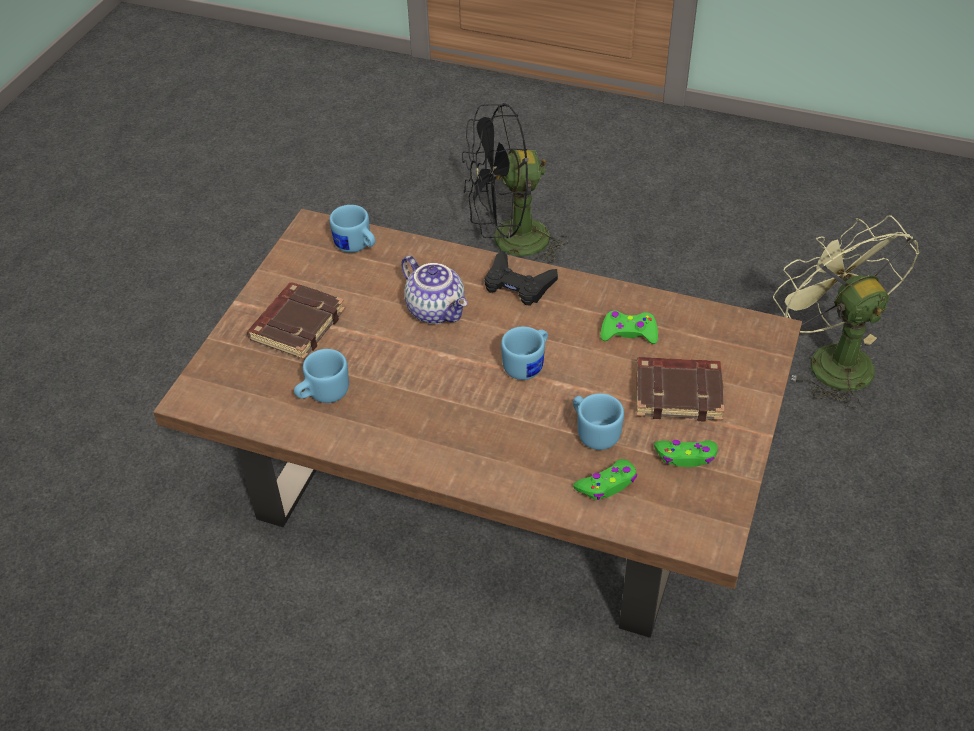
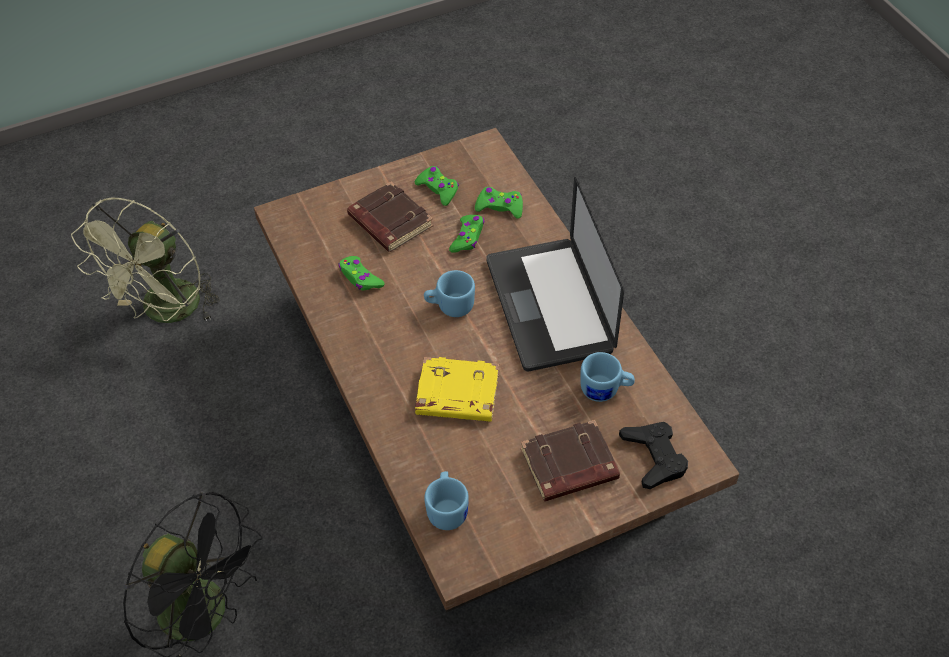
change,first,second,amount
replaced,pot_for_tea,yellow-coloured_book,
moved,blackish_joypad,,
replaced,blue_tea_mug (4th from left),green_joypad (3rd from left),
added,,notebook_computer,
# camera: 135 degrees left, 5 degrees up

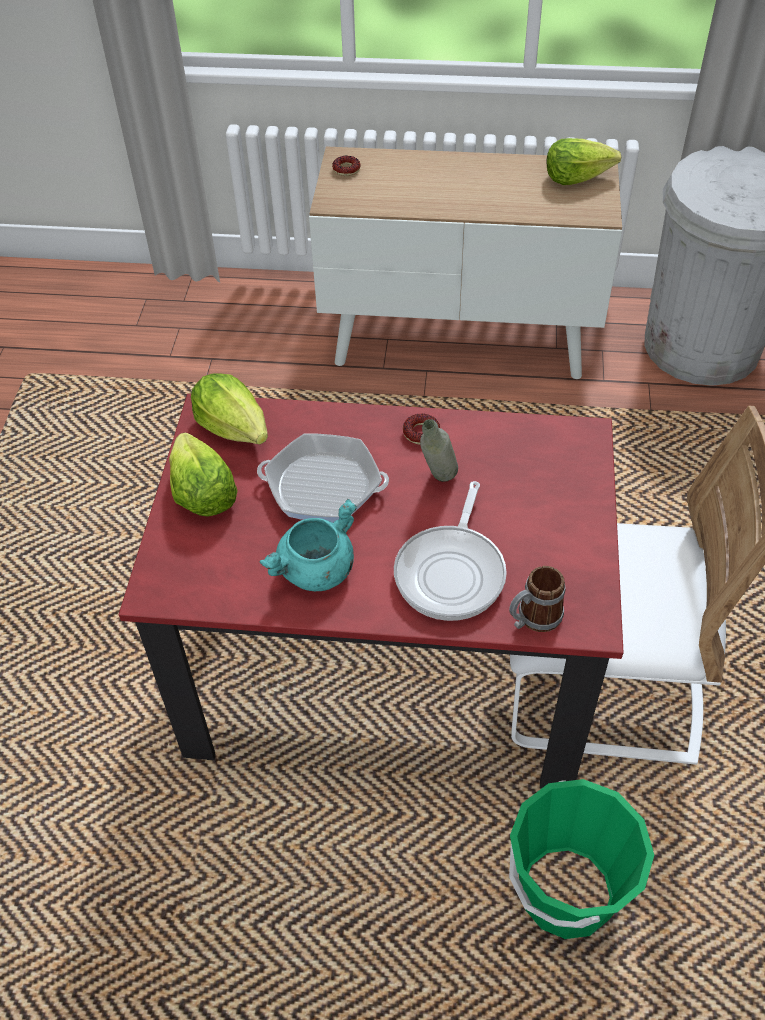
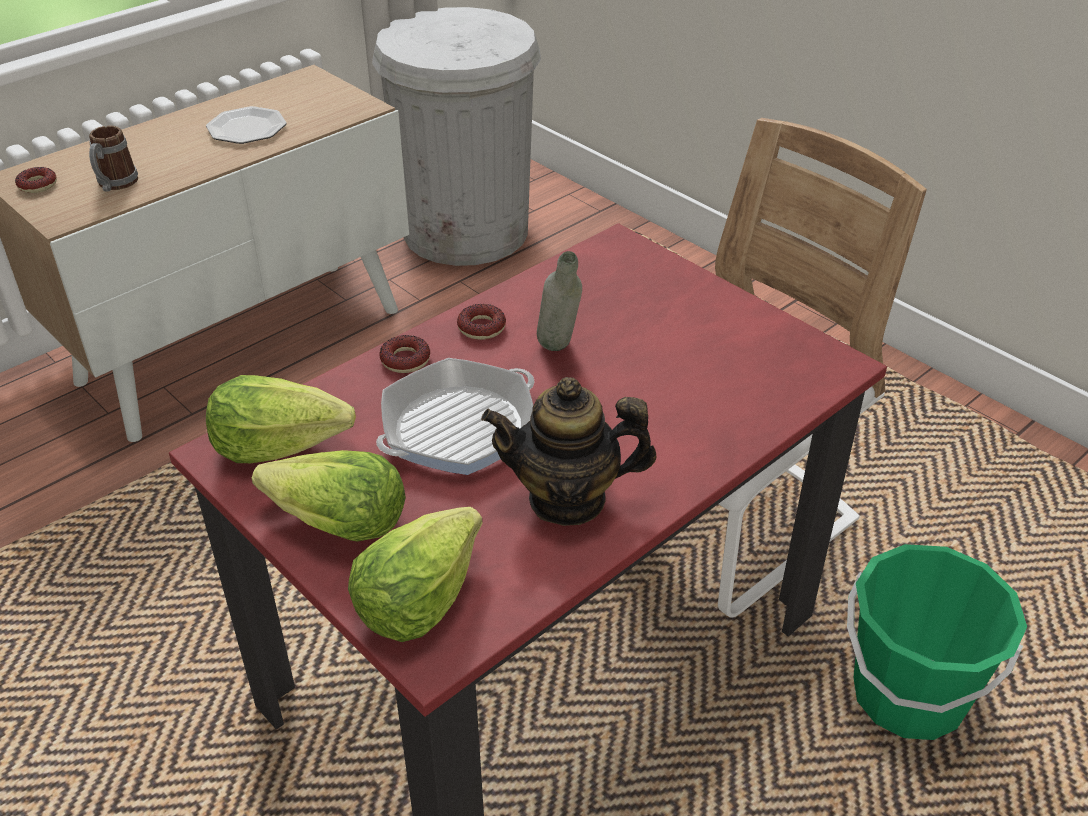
change,first,second,amount
replaced,turquoise-coloured_cooking_pot,pot_for_tea,
removed,frying_pan (2nd from left),,
moved,tea_mug,,
moved,lettuce (3rd from left),,
added,,flat_dish,
added,,ring_doughnut (2nd from left),
# camera: 50 degrees left, 10 degrees down

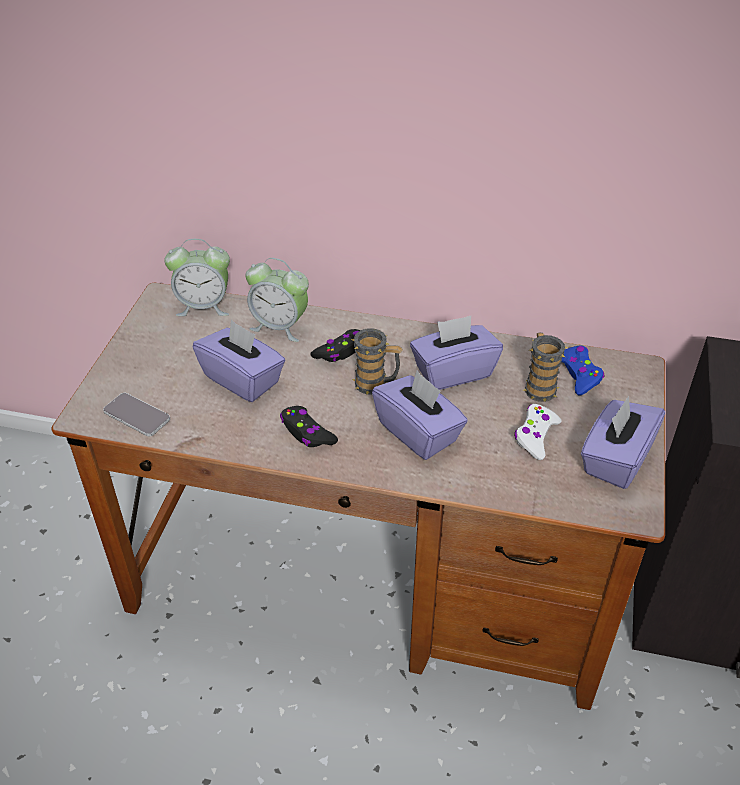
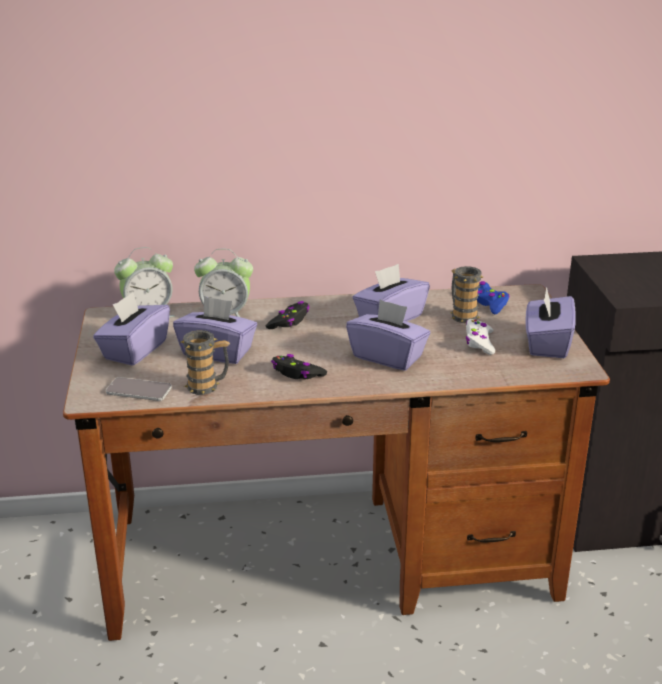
change,first,second,amount
moved,tea_mug (1st from left),,
added,,purple-coloured_tissue_holder (1st from left),
# camera: 20 degrees left, 15 degrees down

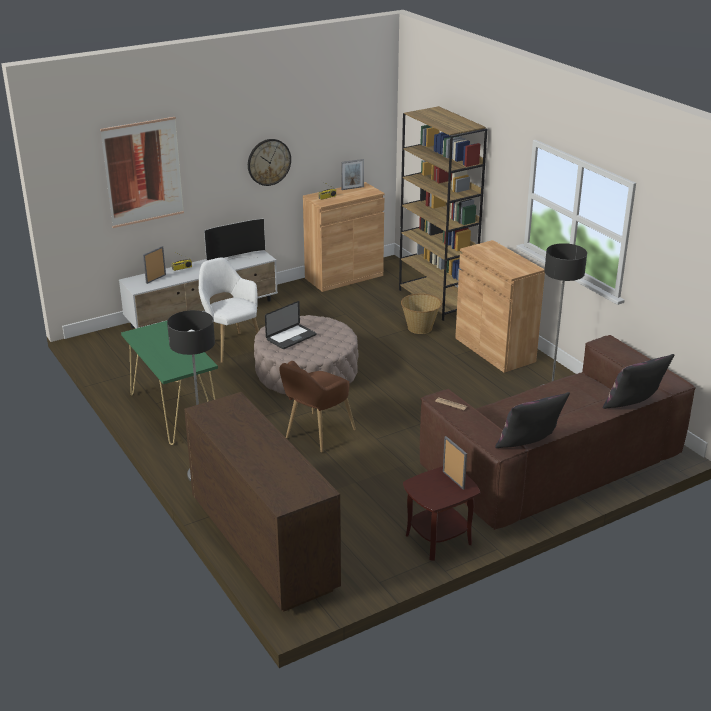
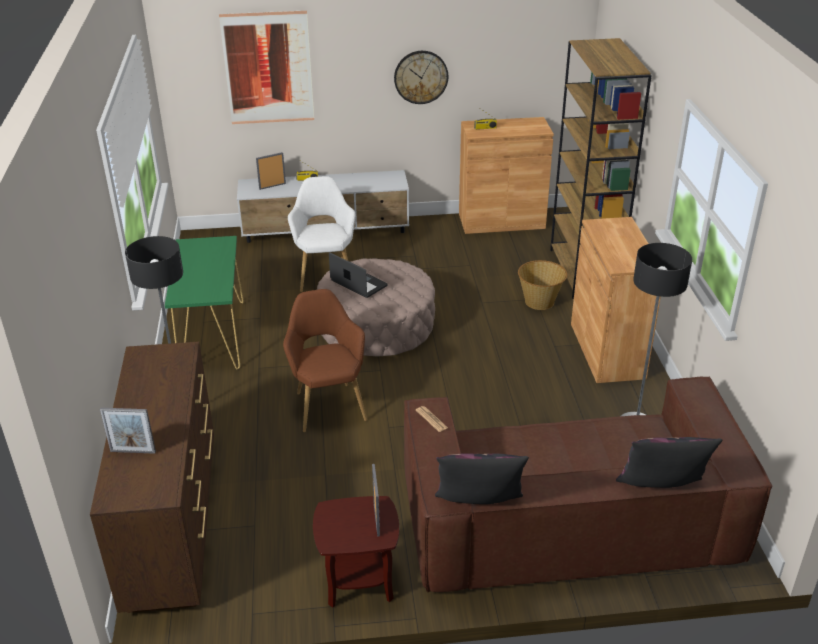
change,first,second,amount
removed,television,,
turned,notebook_computer,,120 degrees counterclockwise
turned,brownish_lounge_chair,,105 degrees clockwise
moved,picture_frame (2nd from left in the first image),picture_frame (1st from left),
# camera: 25 degrees right, 5 degrees up

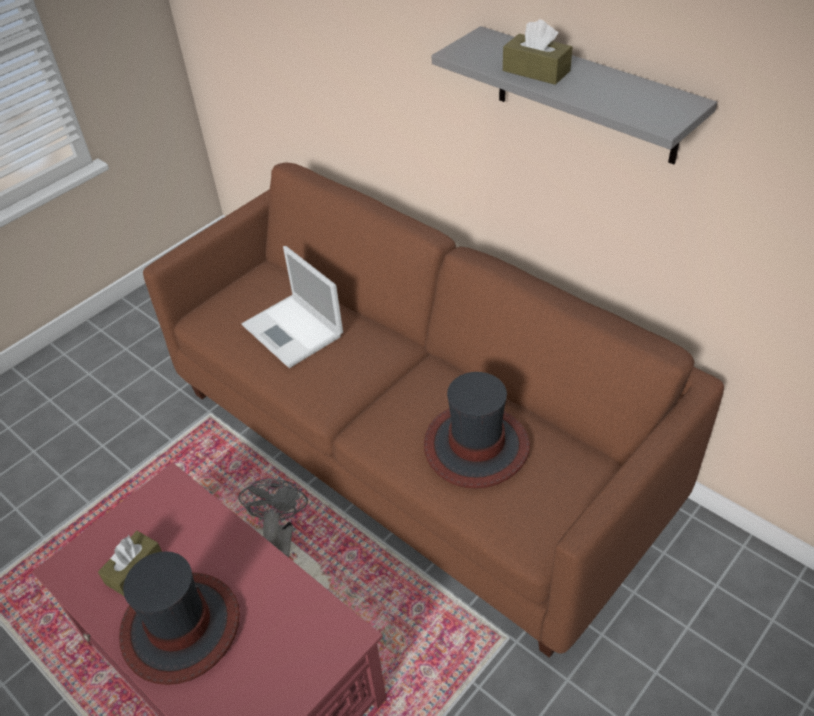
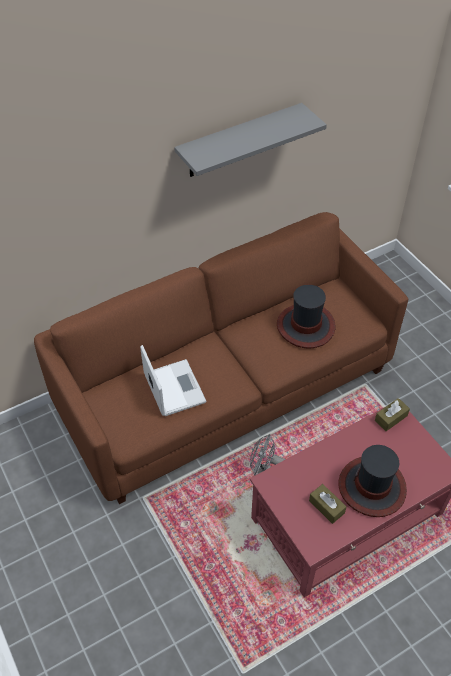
change,first,second,amount
turned,notebook_computer,,90 degrees counterclockwise
moved,brownish_tissue_holder (2nd from left),,
# camera: 75 degrees left, 5 degrees up

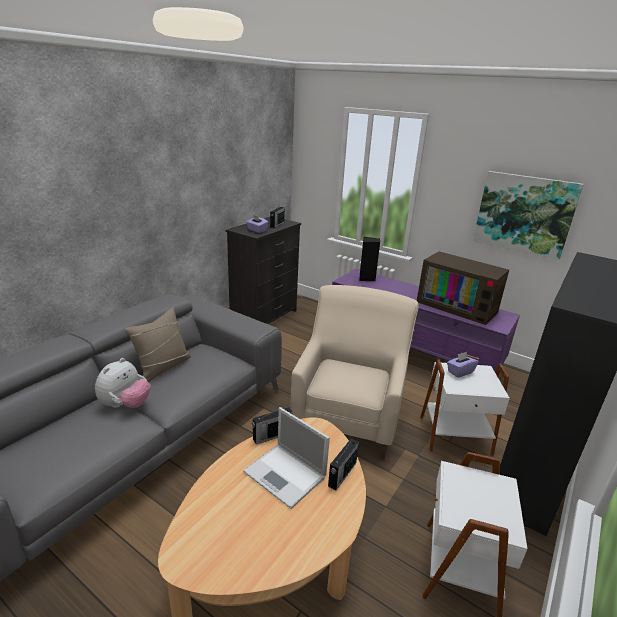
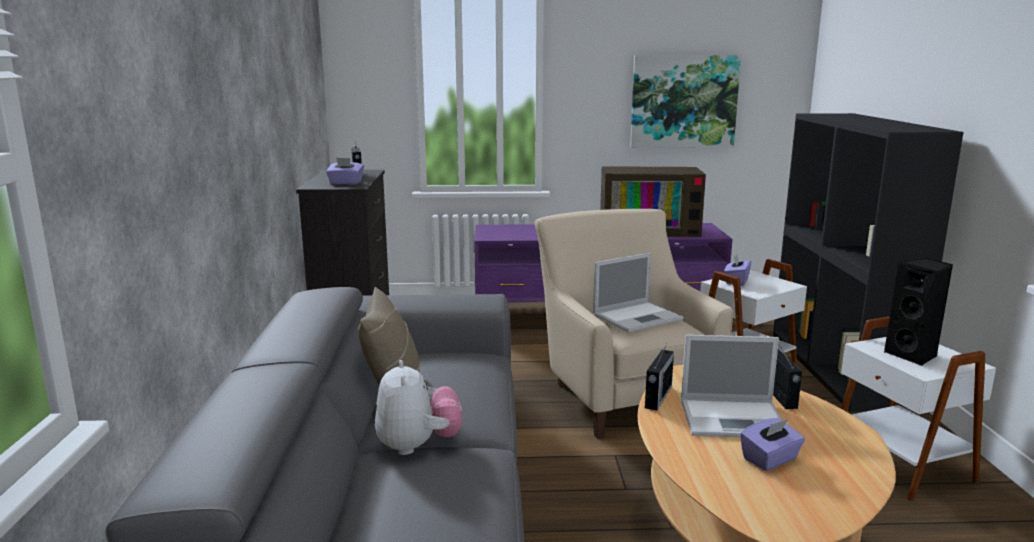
change,first,second,amount
moved,blackish_audio_speaker,,
added,,notebook_computer (1st from left),
added,,purple-coloured_tissue_holder (3rd from left),
# camera: 35 degrees left, 10 degrees down

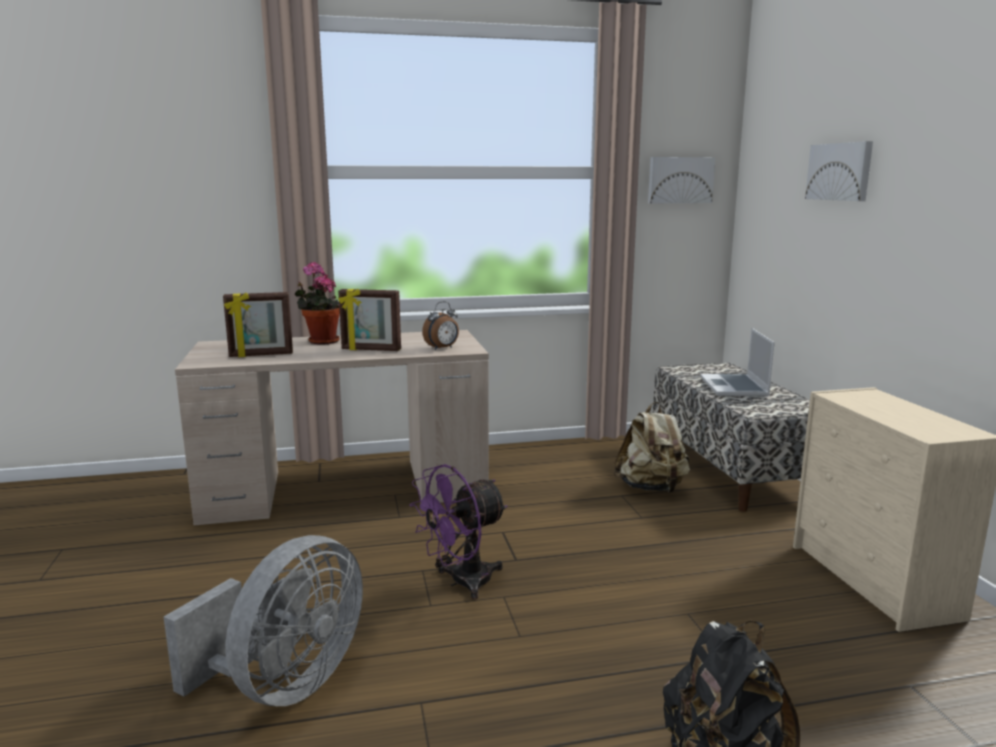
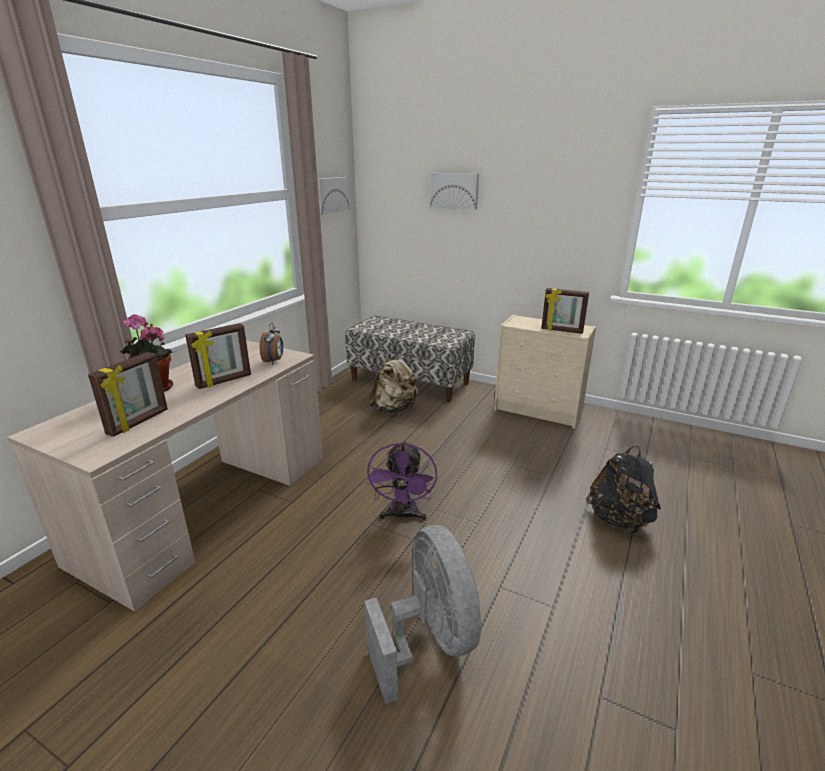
change,first,second,amount
removed,notebook_computer,,
added,,picture_frame (3rd from left),
# camera: 50 degrees left, 10 degrees up

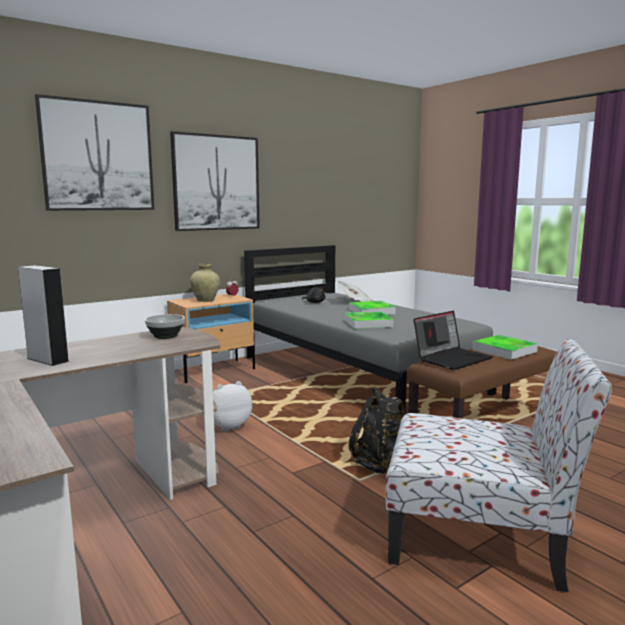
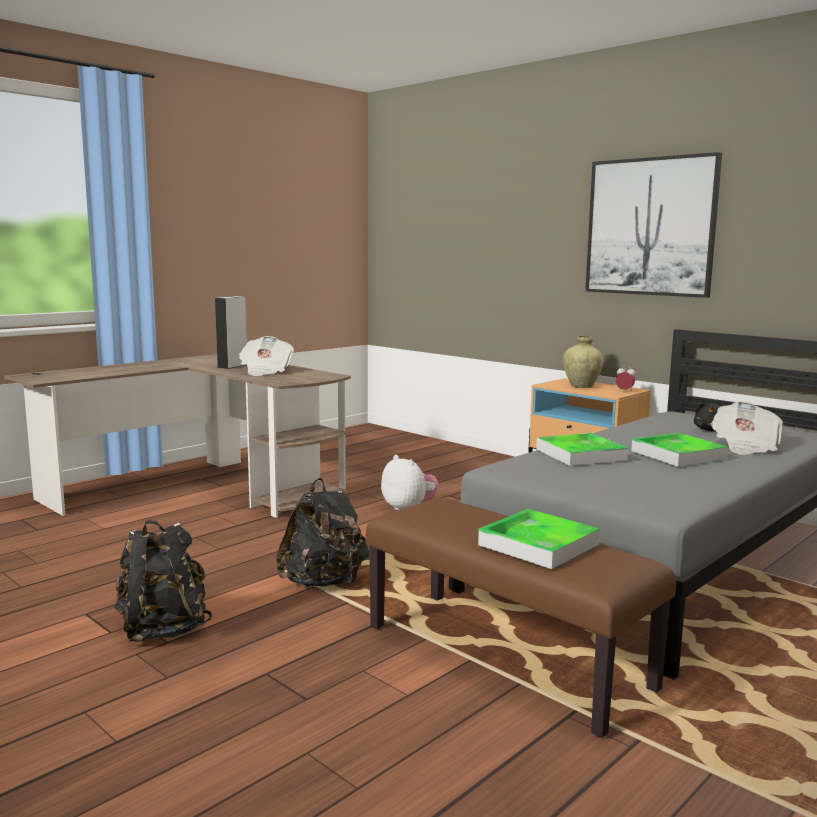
change,first,second,amount
removed,picture (1st from left),,
removed,serving_bowl,,
replaced,plain_chair,blackish_rucksack (1st from left),
removed,notebook_computer,,
added,,printed_paper (1st from left),
# camera: 80 degrees right, 0 degrees up

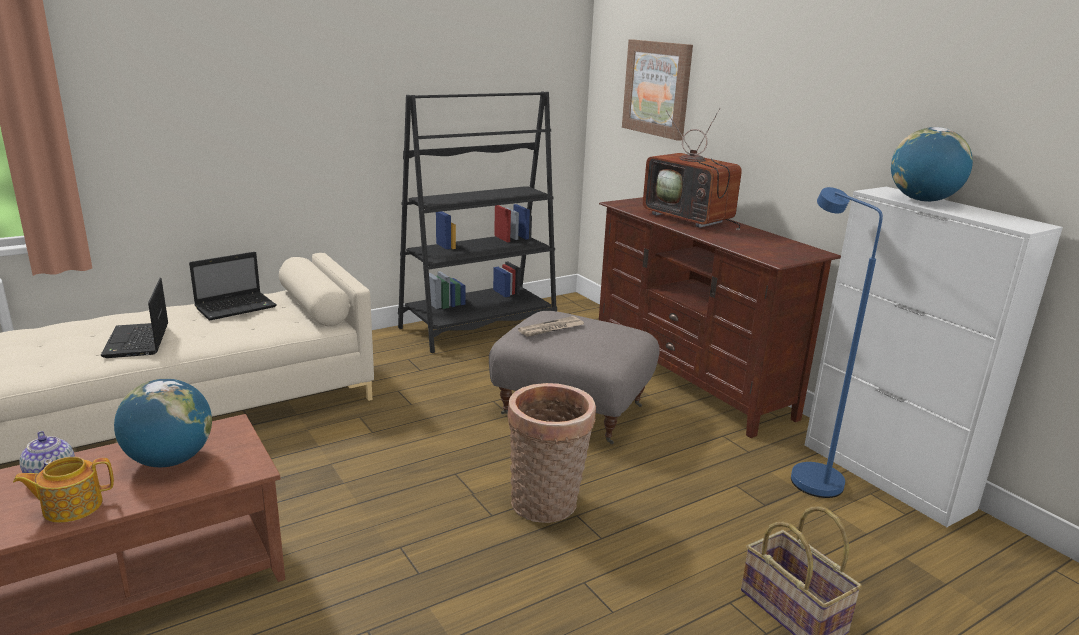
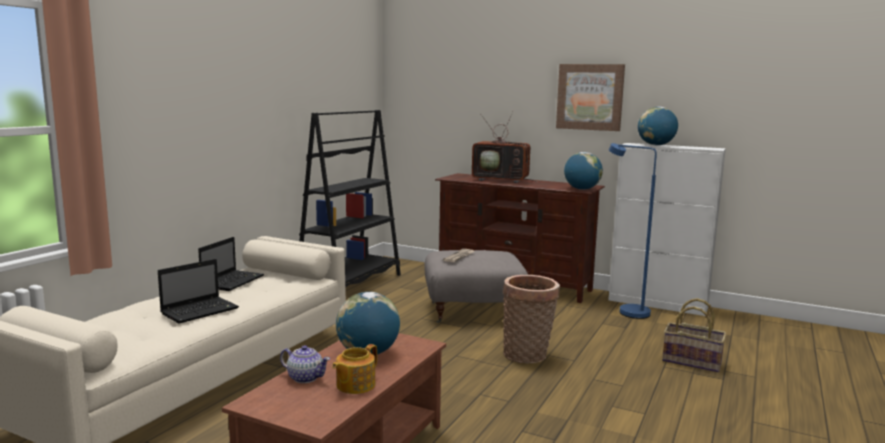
change,first,second,amount
turned,notebook_computer (1st from left),,90 degrees counterclockwise
moved,picture,,
added,,globe (2nd from left),
# camera: 30 degrees left, 10 degrees down

